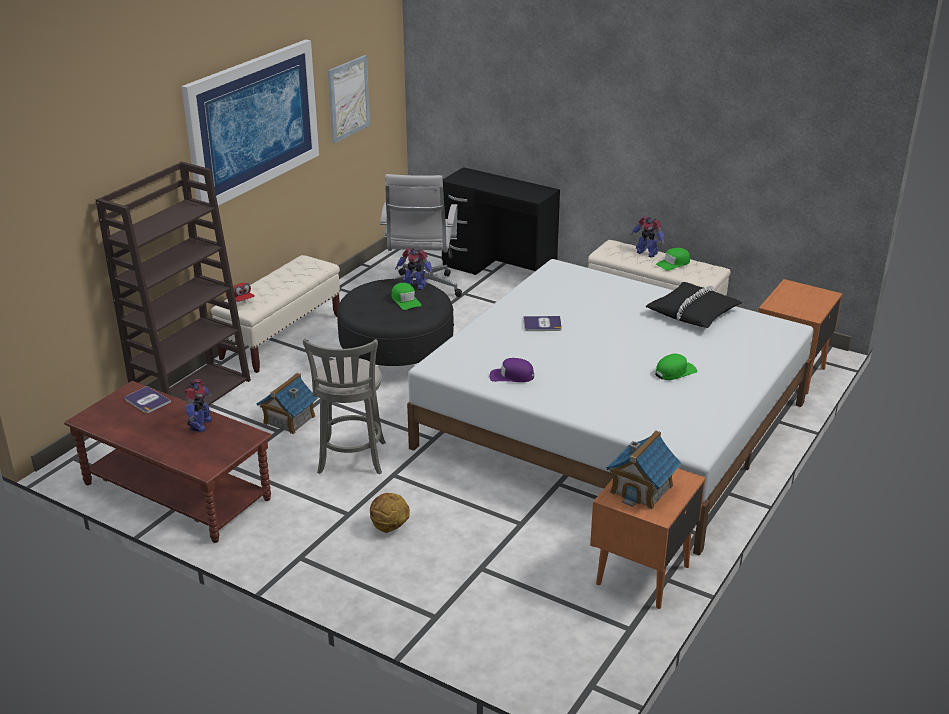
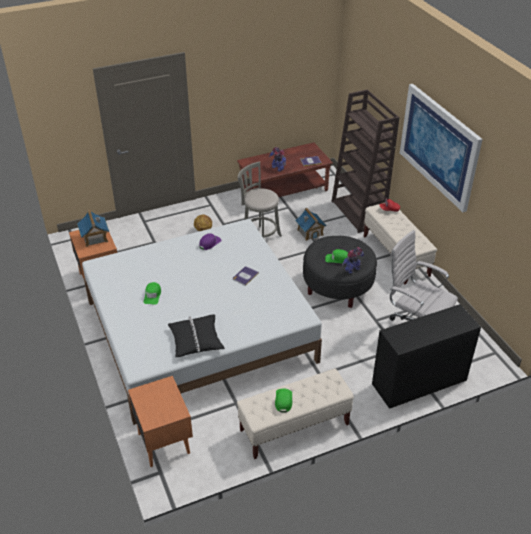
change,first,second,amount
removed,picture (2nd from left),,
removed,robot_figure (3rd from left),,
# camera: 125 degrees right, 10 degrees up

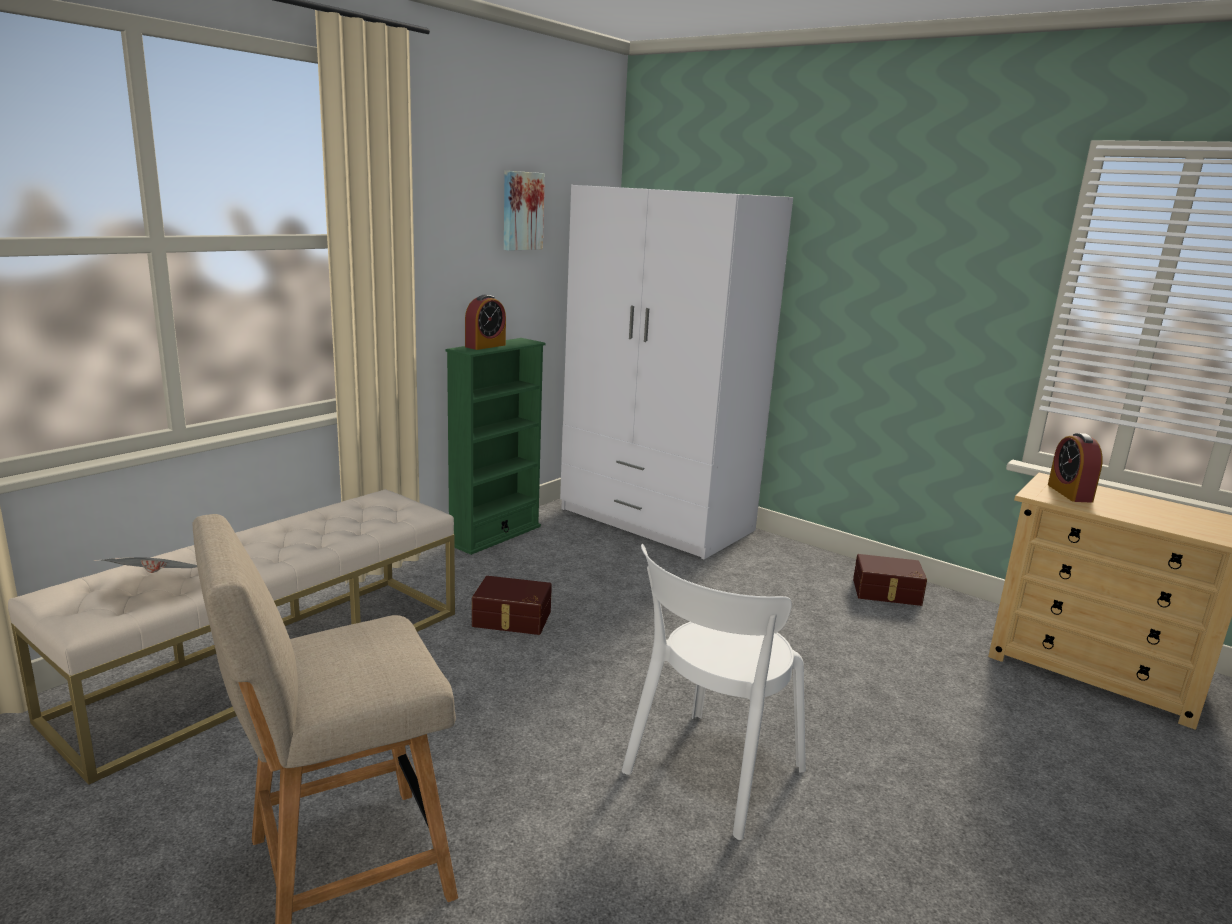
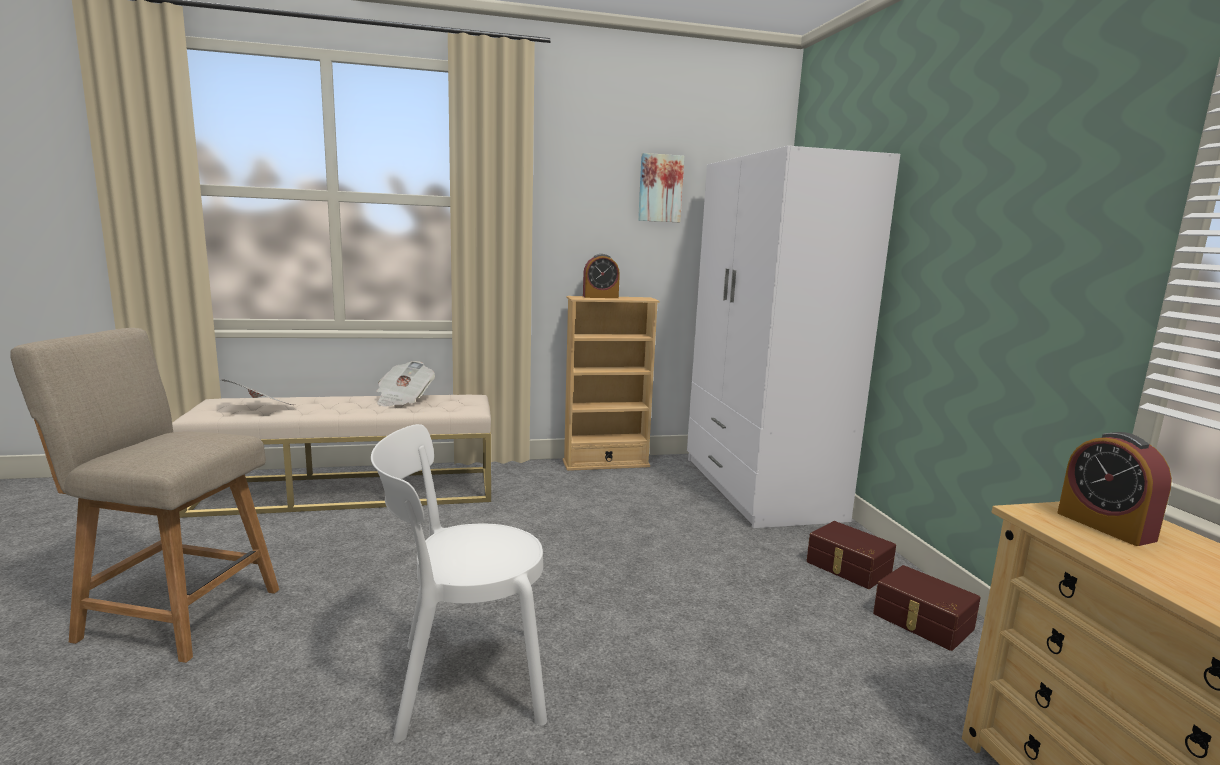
change,first,second,amount
recoloured,green_bookcase,sand-coloured_bookcase,
moved,brownish_storage_box (1st from left),,
turned,table_clock (2nd from left),,60 degrees counterclockwise
added,,printed_paper (2nd from left),
# camera: 40 degrees right, 5 degrees down

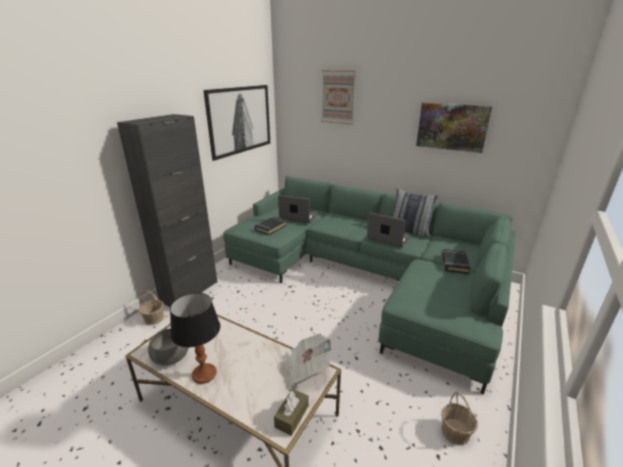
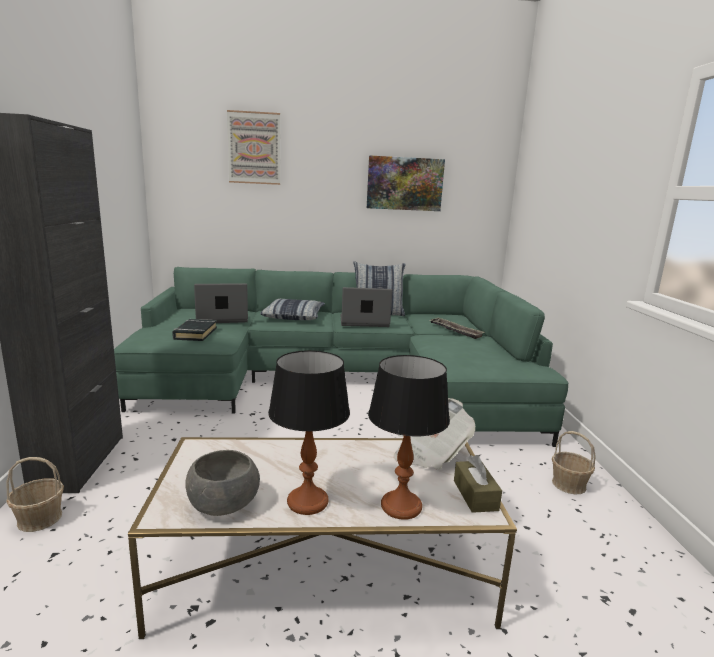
change,first,second,amount
removed,picture (1st from left),,
replaced,blackish_book (2nd from left),carrying_tray,
added,,pillow (1st from left),
added,,tabletop_lamp (2nd from left),
# camera: 35 degrees left, 10 degrees down

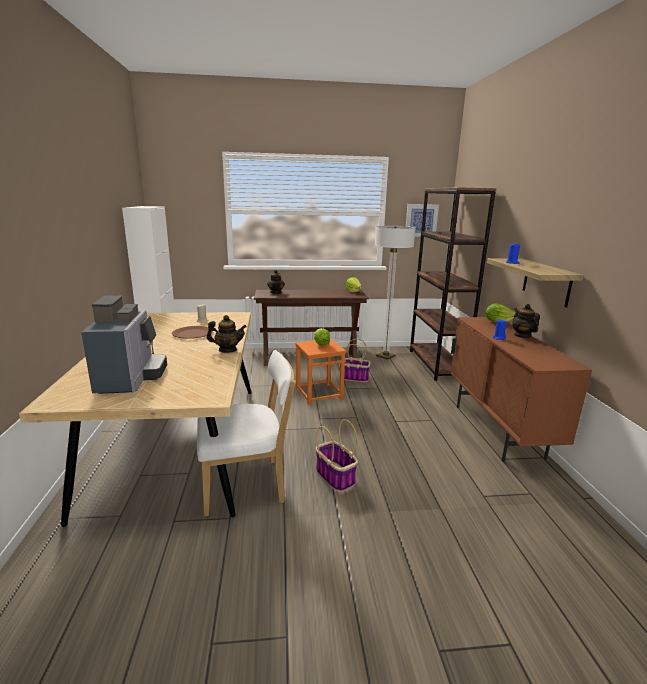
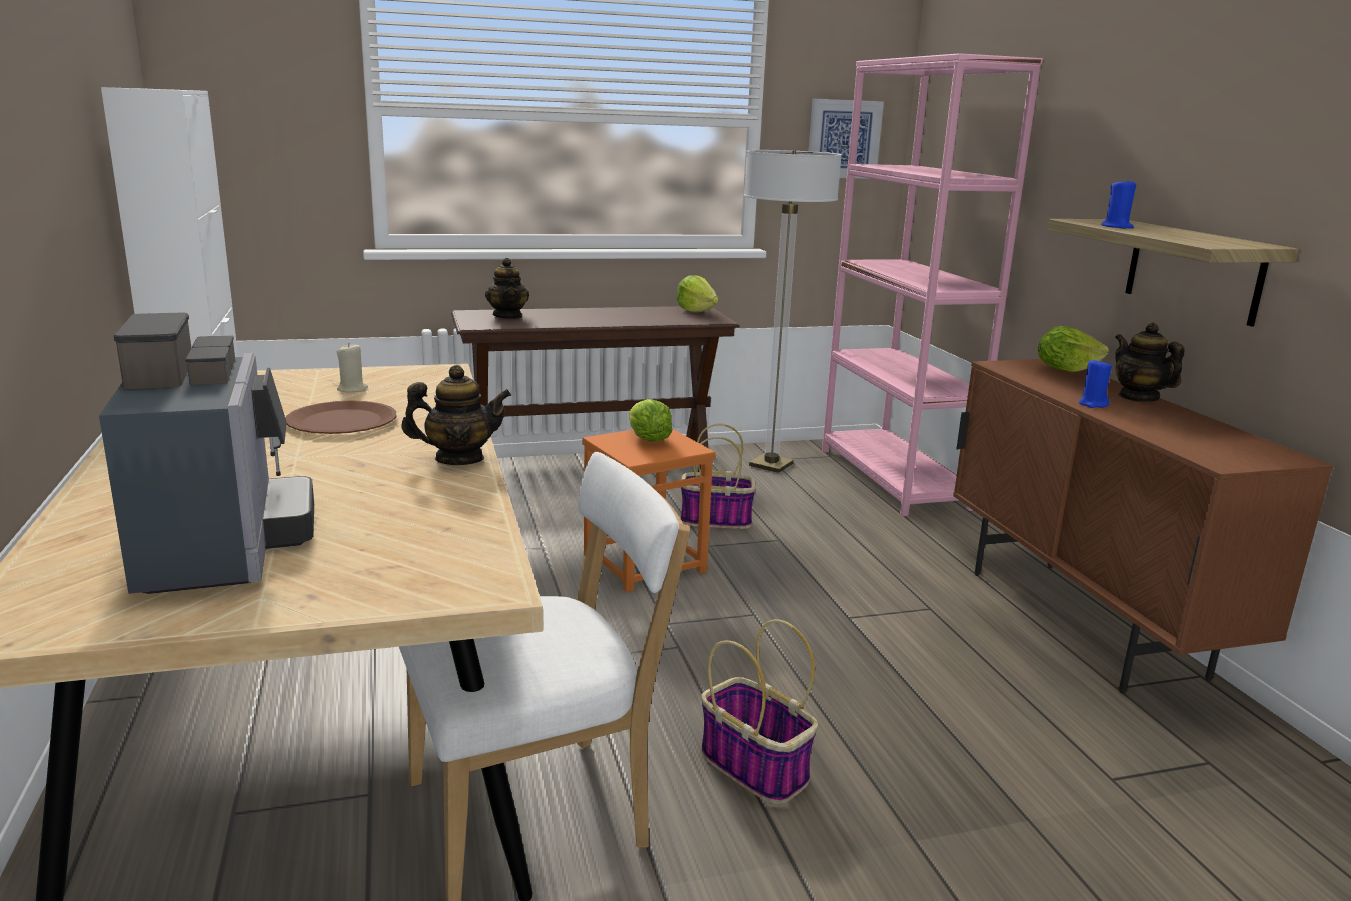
change,first,second,amount
recoloured,brownish_bookcase,pink-coloured_bookcase,
# camera: 10 degrees left, 0 degrees up

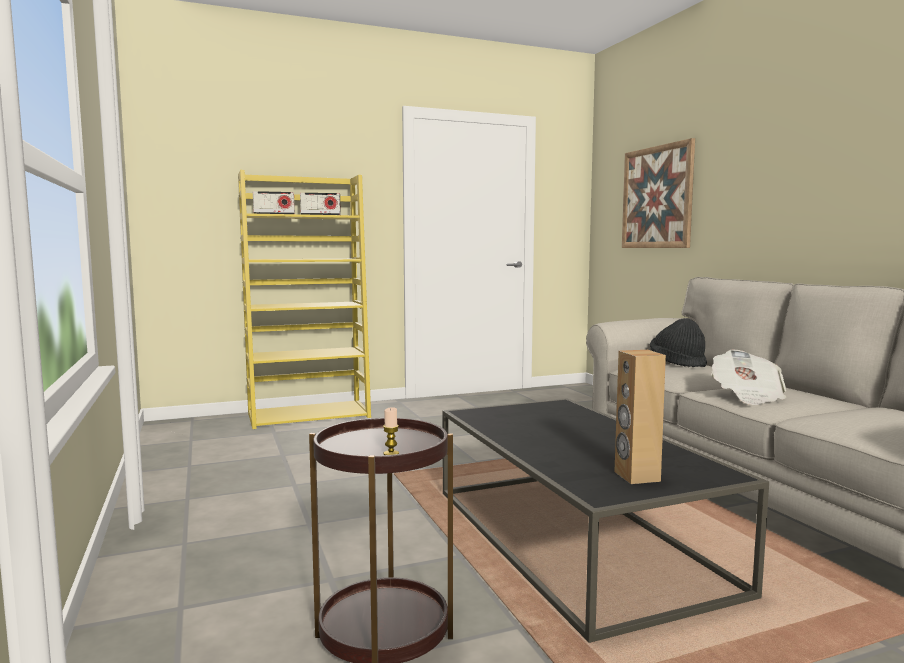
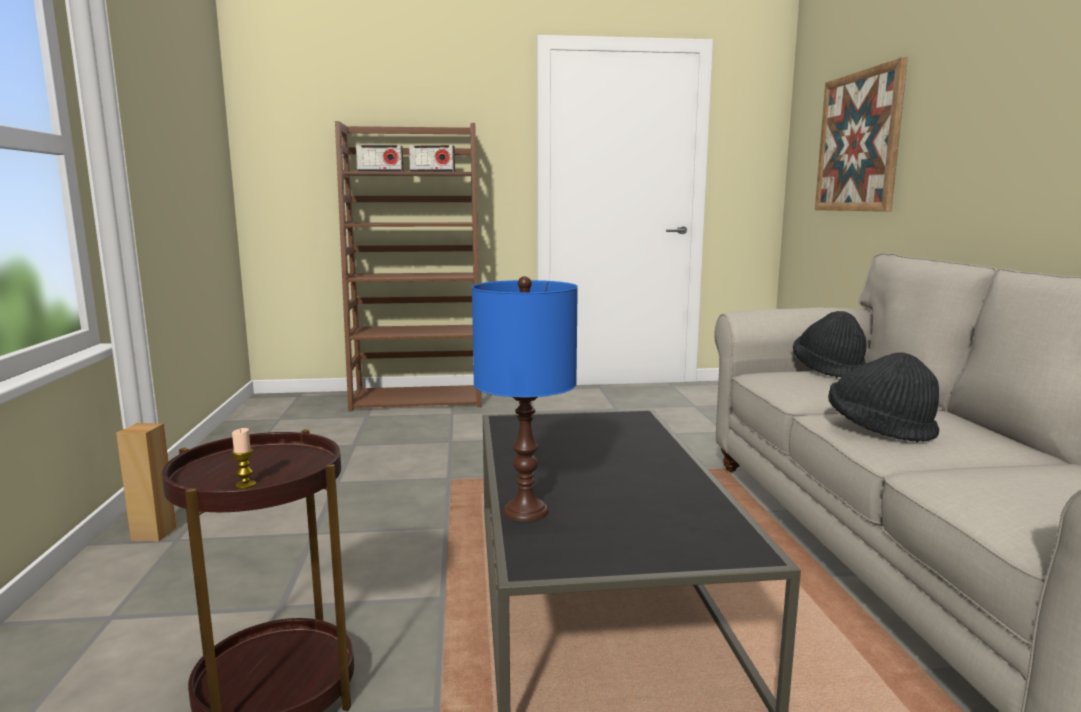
change,first,second,amount
recoloured,yellow-coloured_bookcase,brownish_bookcase,
moved,brownish_audio_speaker,,
replaced,printed_paper,blackish_hat (2nd from left),
added,,blue_tabletop_lamp,
# camera: 15 degrees right, 5 degrees up

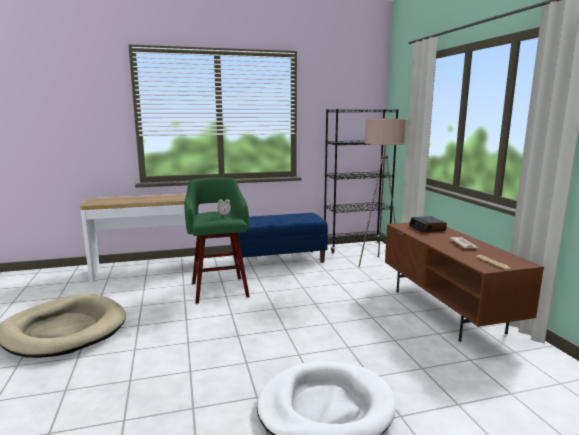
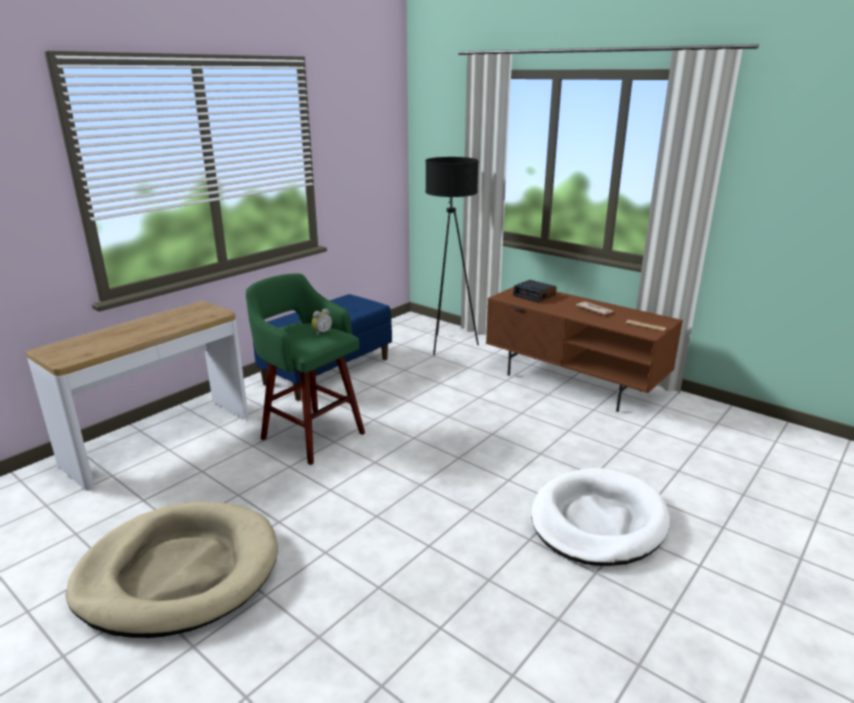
change,first,second,amount
removed,blackish_bookcase,,
recoloured,sand-coloured_floor_lamp,blackish_floor_lamp,
# camera: 35 degrees left, 10 degrees up

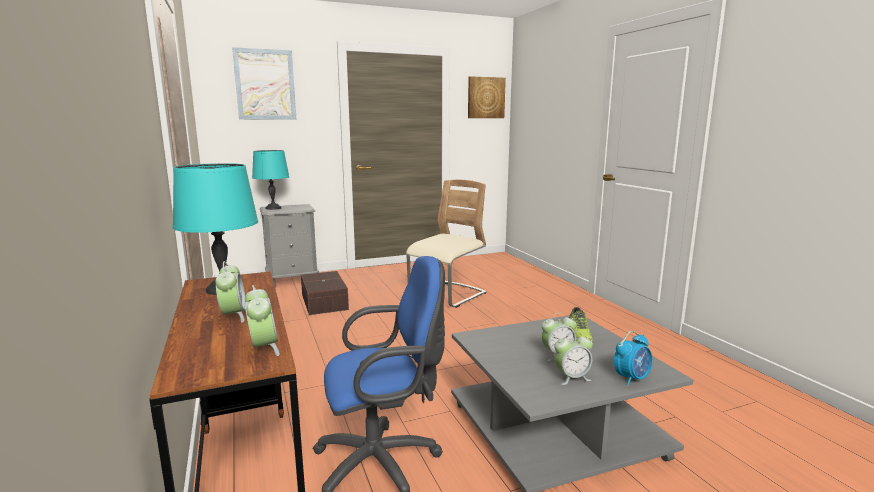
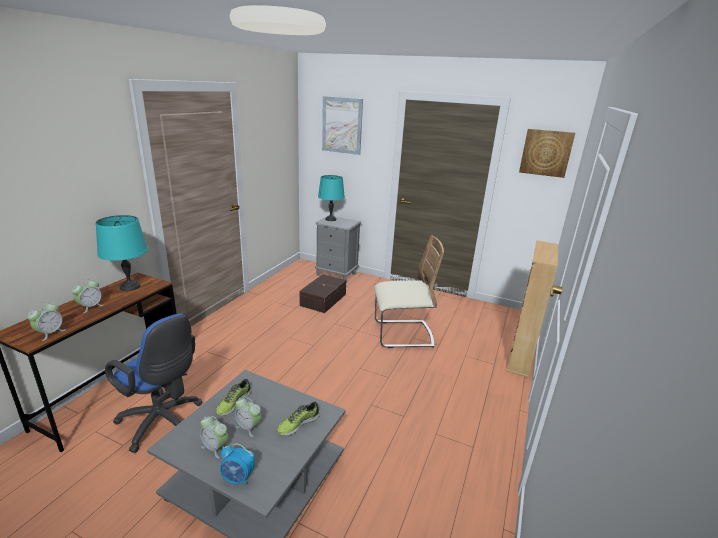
change,first,second,amount
added,,low_shoe (1st from left),
added,,sand-coloured_bookcase,
# camera: 45 degrees right, 10 degrees up

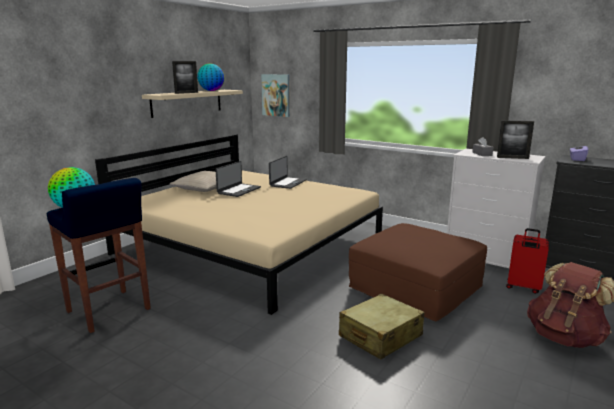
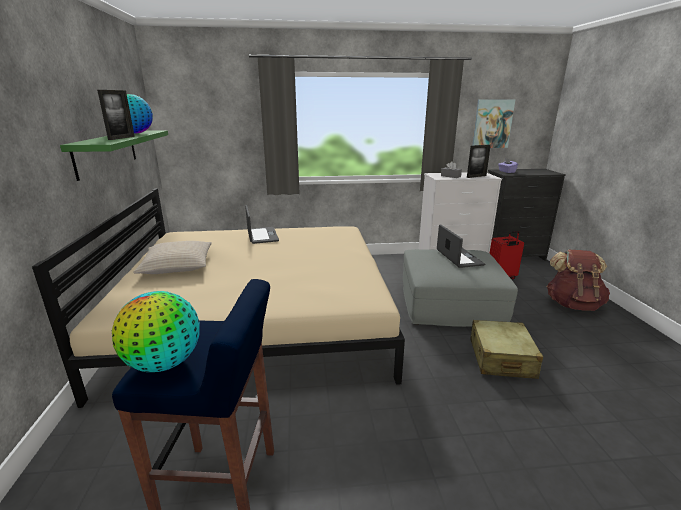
change,first,second,amount
recoloured,sand-coloured_bracket_shelf,green_bracket_shelf,
moved,notebook_computer (1st from left in the first image),notebook_computer (2nd from left),
moved,picture,,
recoloured,brownish_pouffe,grey_pouffe,
# camera: 40 degrees left, 5 degrees up

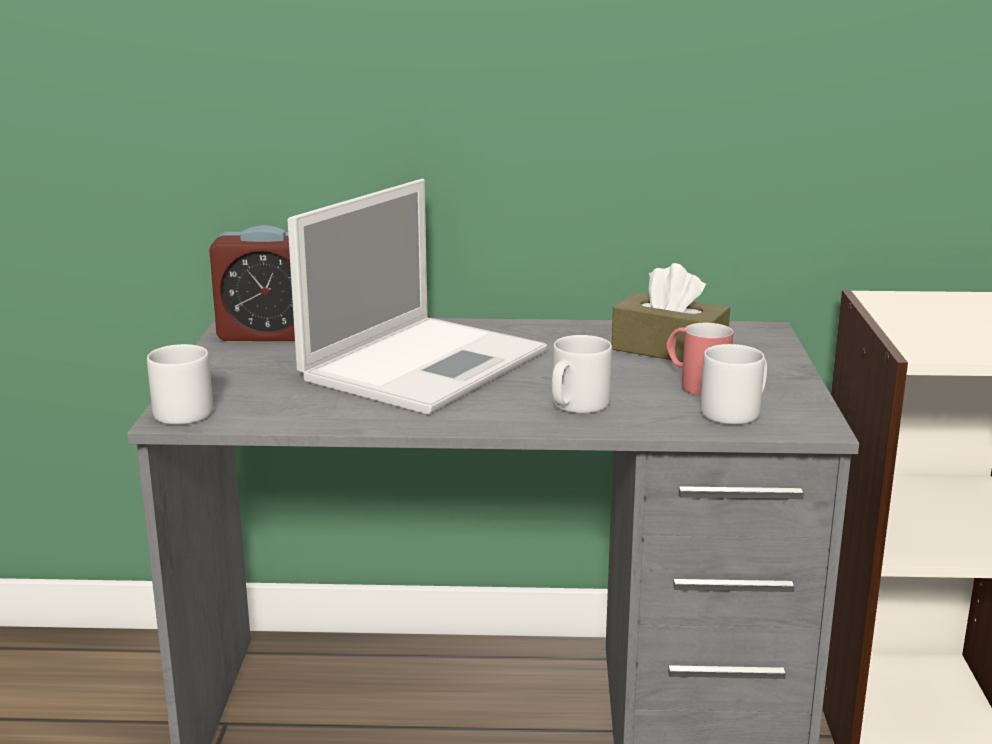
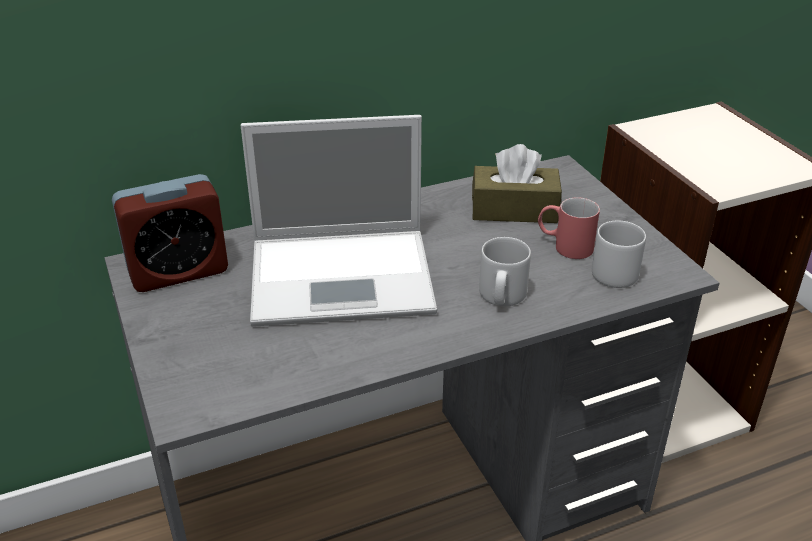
change,first,second,amount
removed,grey_tea_mug (1st from left),,
turned,notebook_computer,,75 degrees clockwise
# camera: 25 degrees left, 15 degrees up

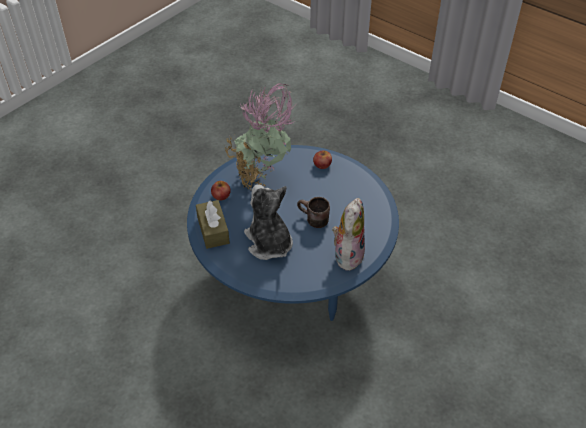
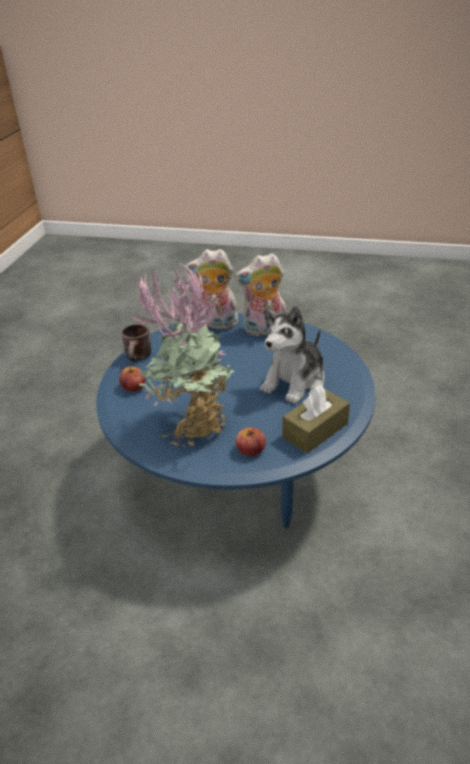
change,first,second,amount
moved,brownish_tea_mug,,
added,,cuddly_toy (1st from left),
# camera: 115 degrees left, 10 degrees down

